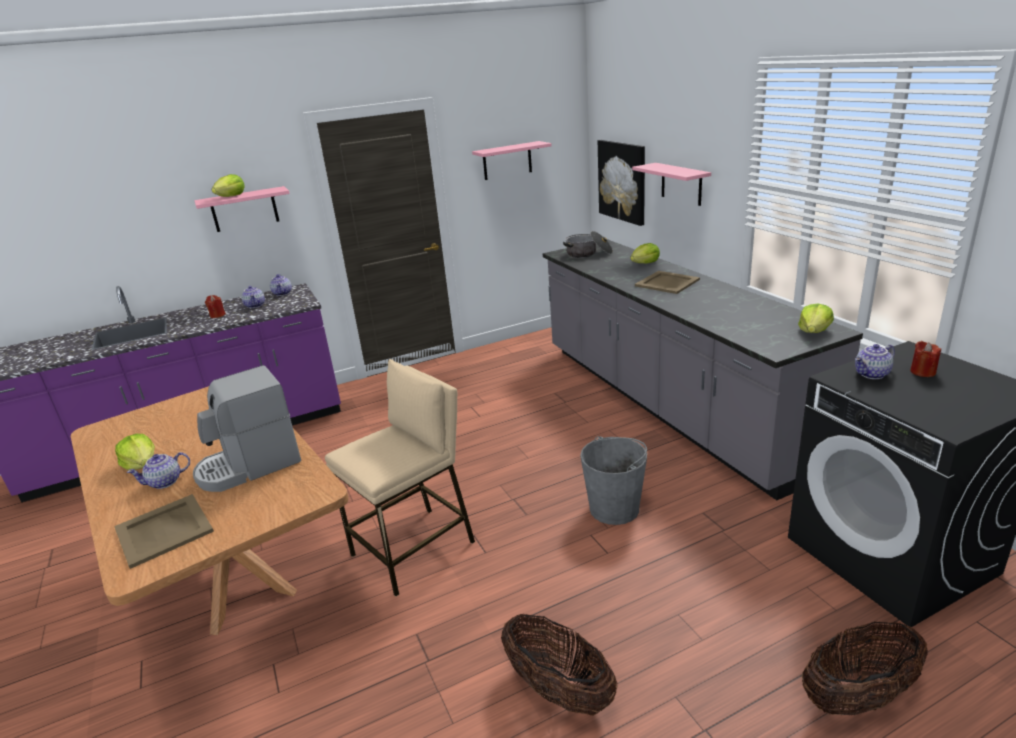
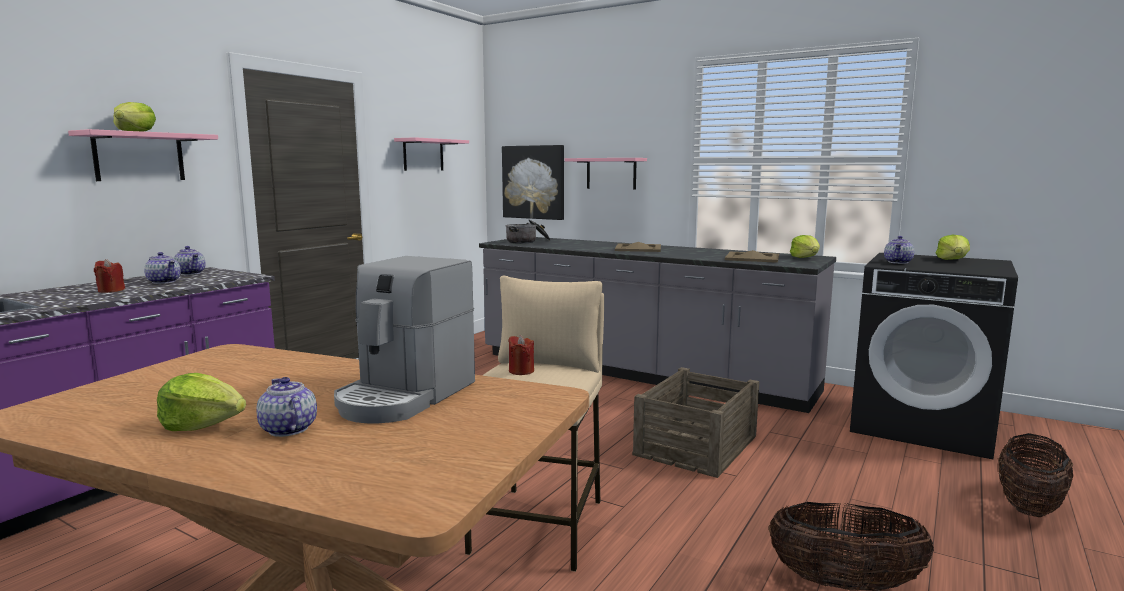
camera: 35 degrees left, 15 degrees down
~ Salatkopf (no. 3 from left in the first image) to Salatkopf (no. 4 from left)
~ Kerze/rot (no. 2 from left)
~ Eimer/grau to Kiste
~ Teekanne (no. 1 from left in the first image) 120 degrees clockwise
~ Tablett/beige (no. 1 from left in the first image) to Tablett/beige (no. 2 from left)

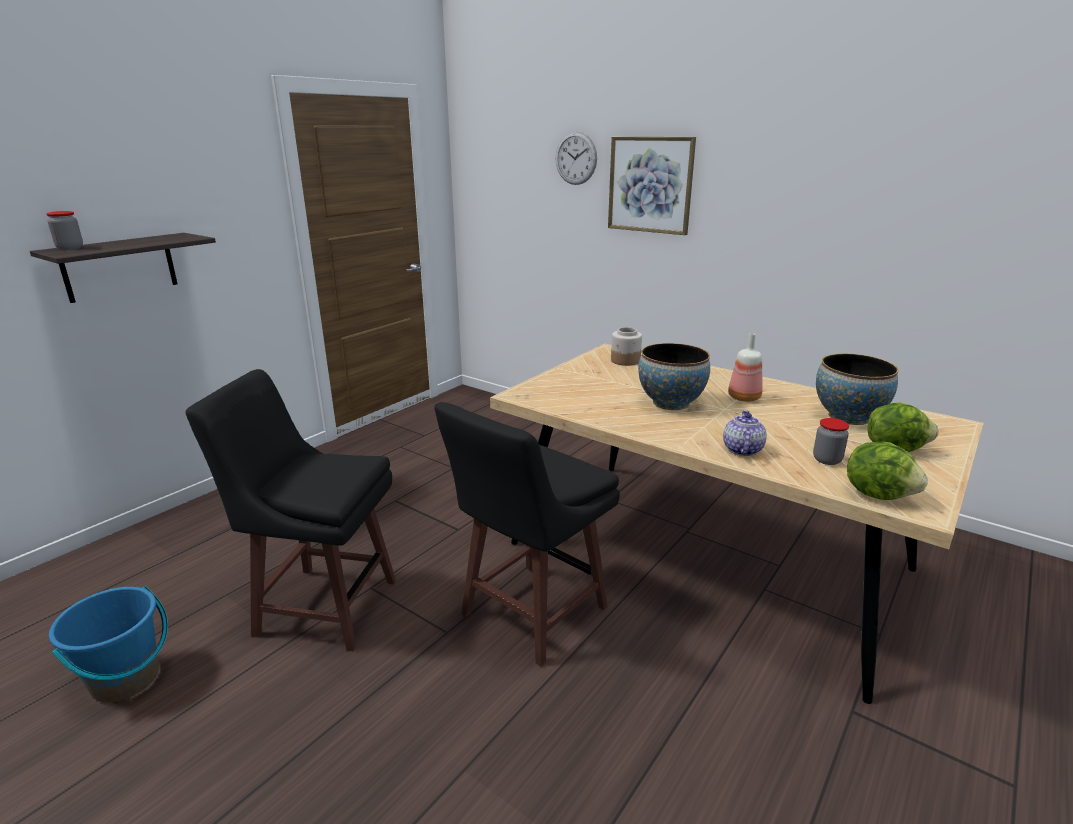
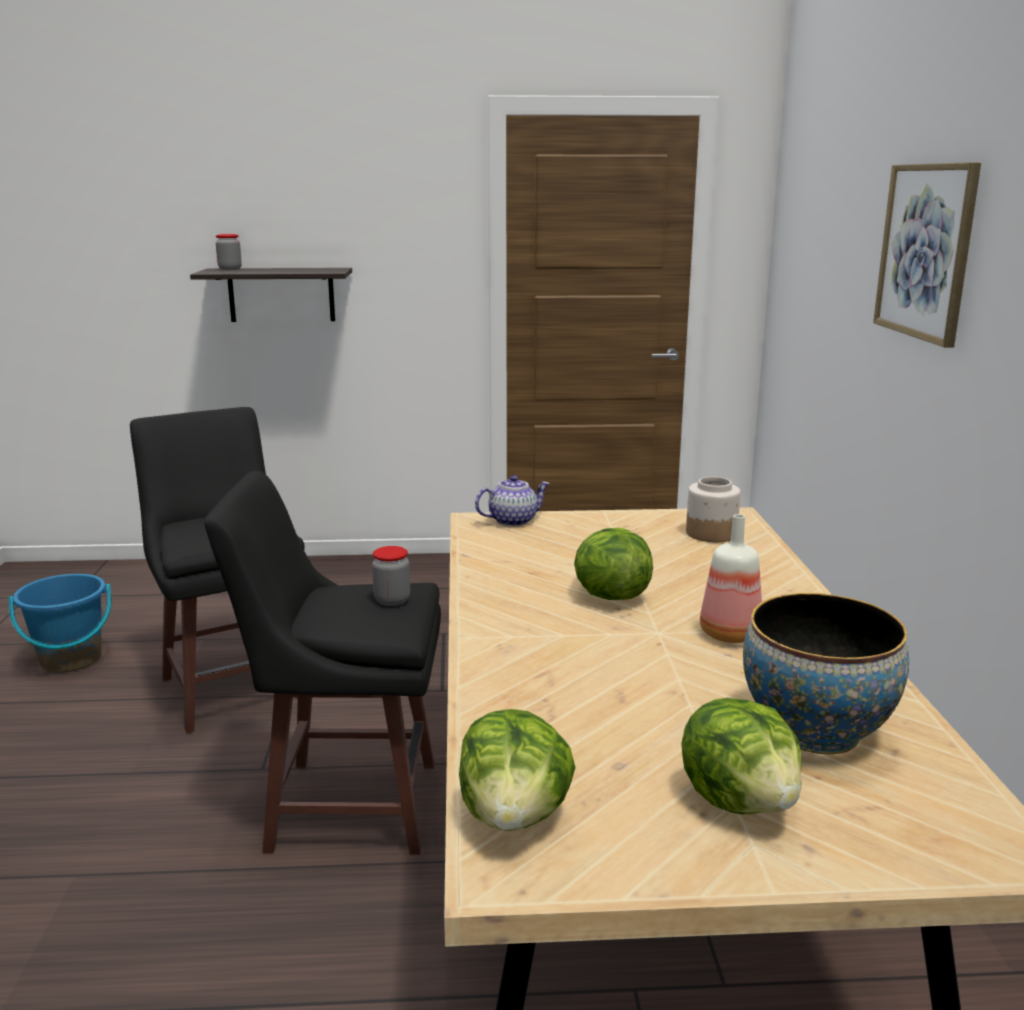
camera: 50 degrees right, 5 degrees down
- Wanduhr
~ Schüssel (no. 1 from left) to Salatkopf (no. 2 from left)
~ Teekanne
~ Vorratsglas (no. 3 from left in the first image) to Vorratsglas (no. 2 from left)

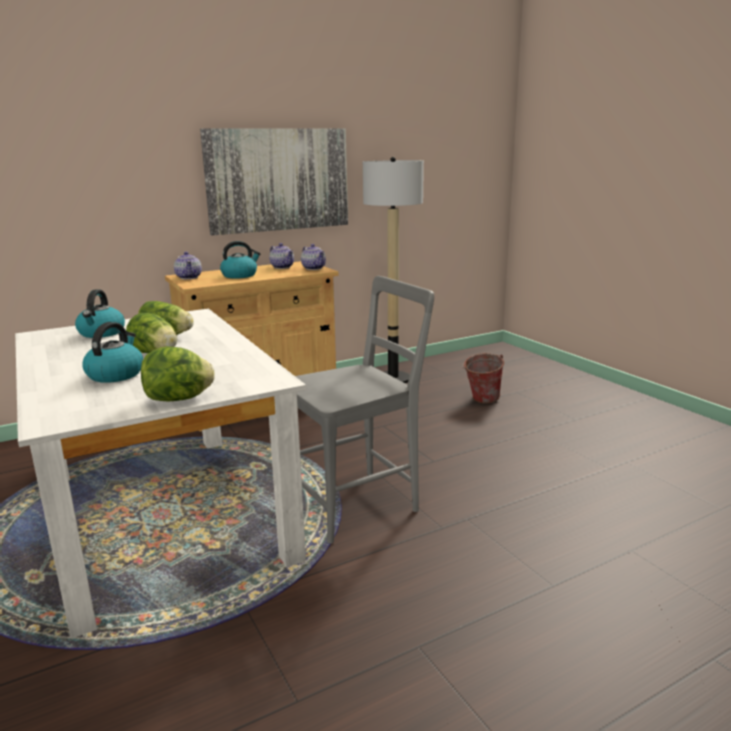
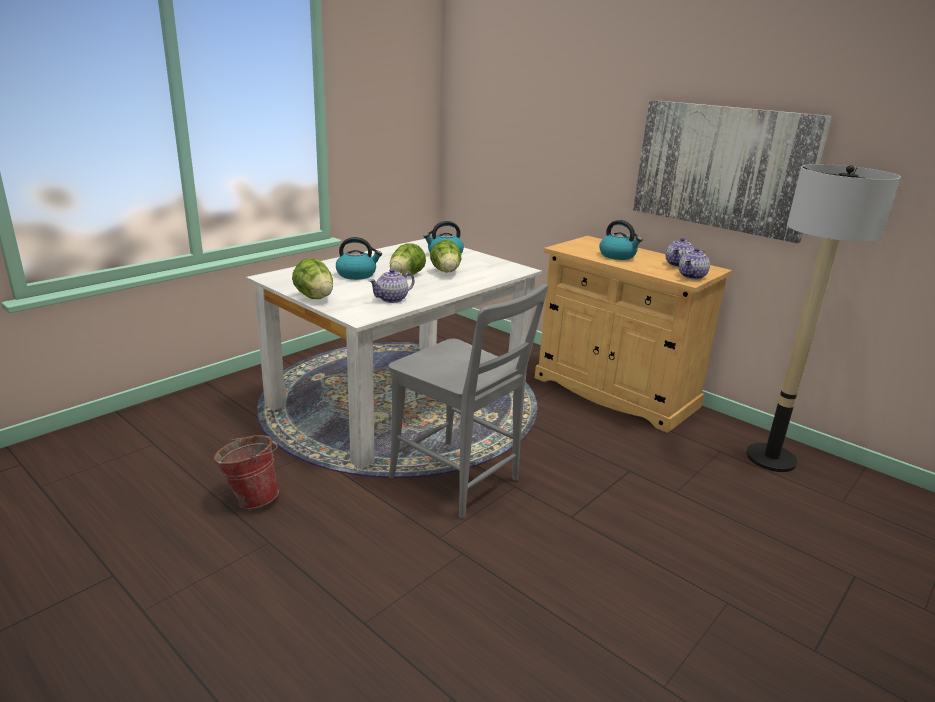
camera: 70 degrees right, 5 degrees up
~ Teekanne (no. 1 from left)
~ Eimer

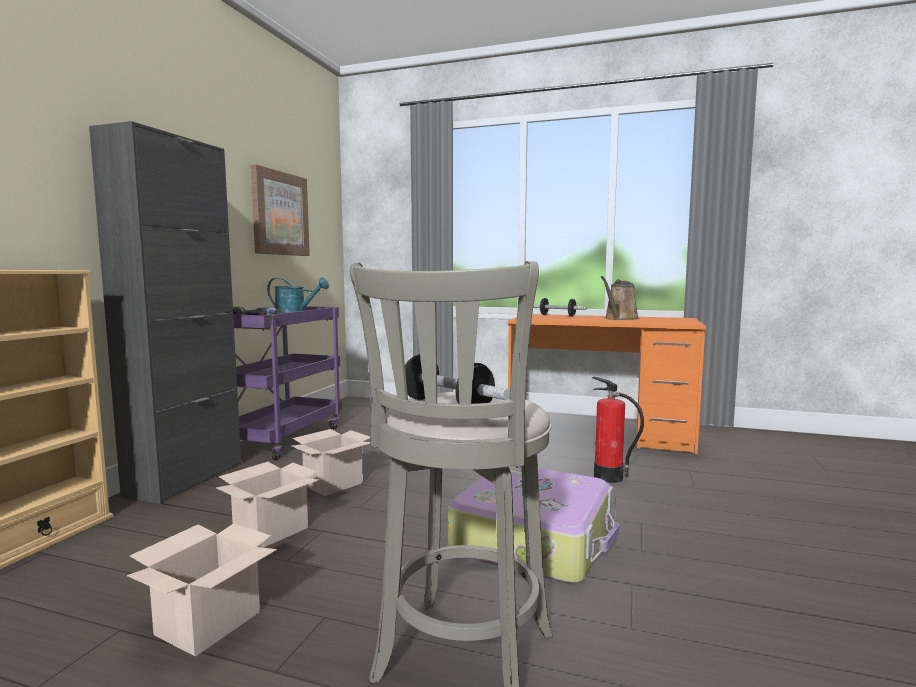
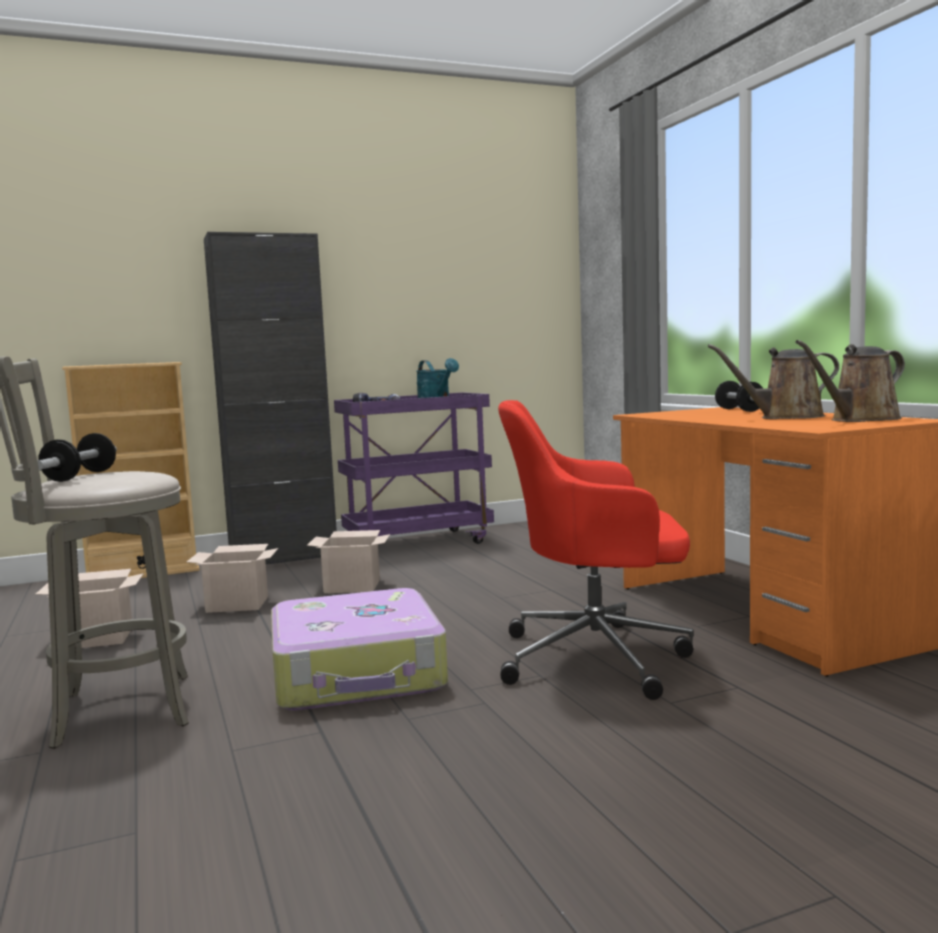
camera: 50 degrees right, 0 degrees up
- Bild
~ Feuerlöscher to Bürostuhl/rot
+ Gießkanne/braun (no. 2 from left)

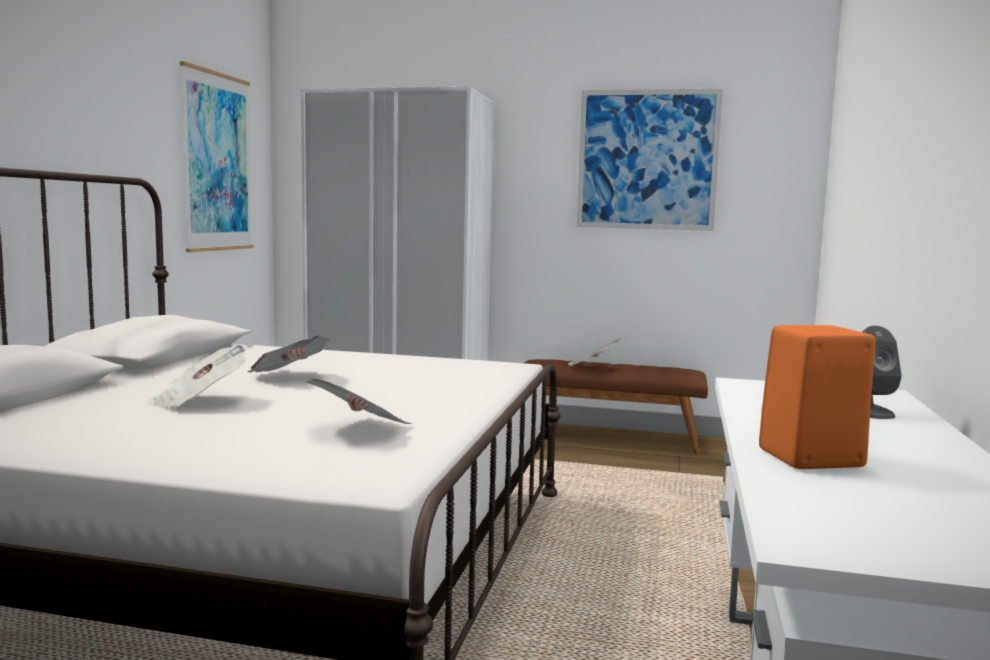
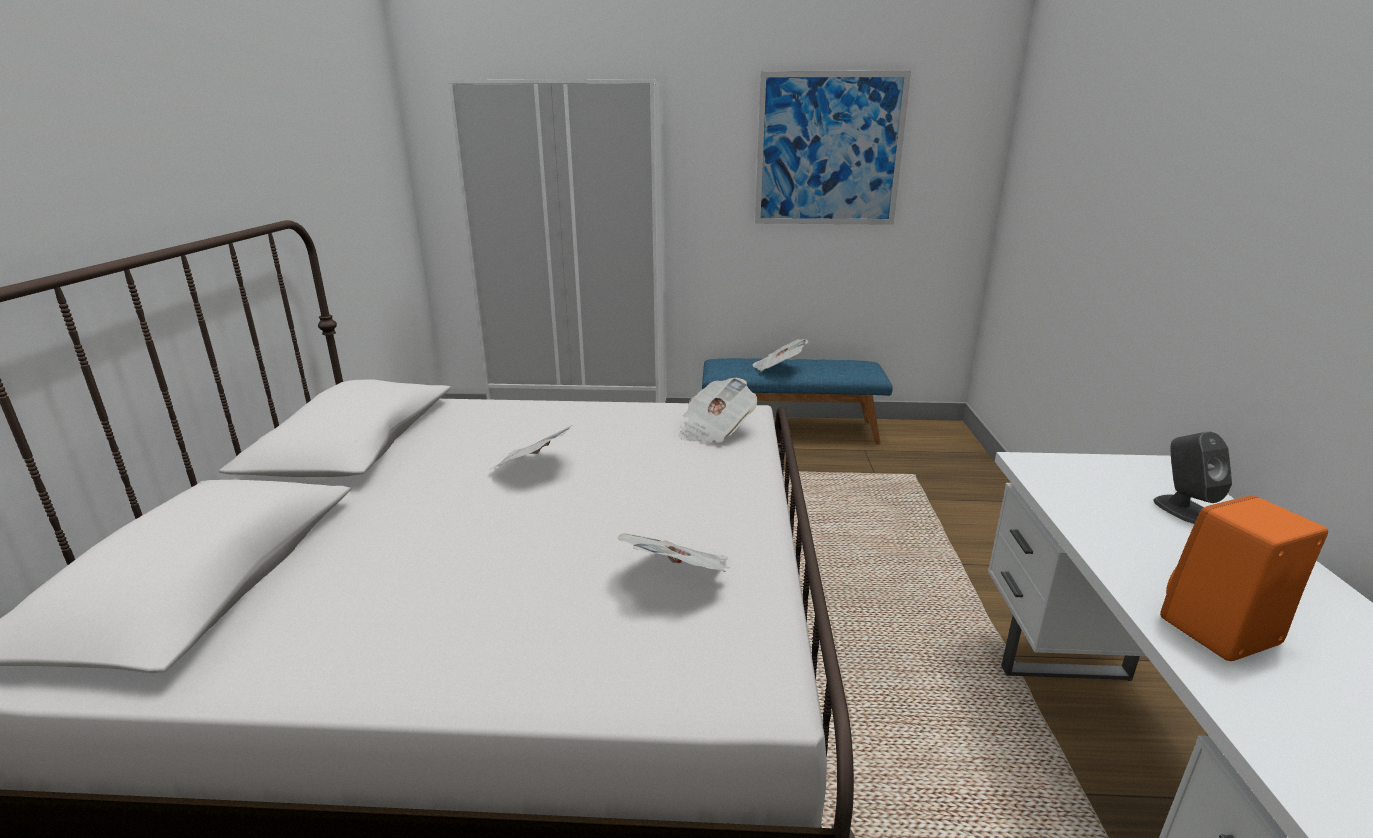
camera: 10 degrees left, 15 degrees up
- Bild (no. 1 from left)
~ Zeitung (no. 1 from left in the first image) to Zeitung (no. 3 from left)
~ Bank/braun to Bank/blau

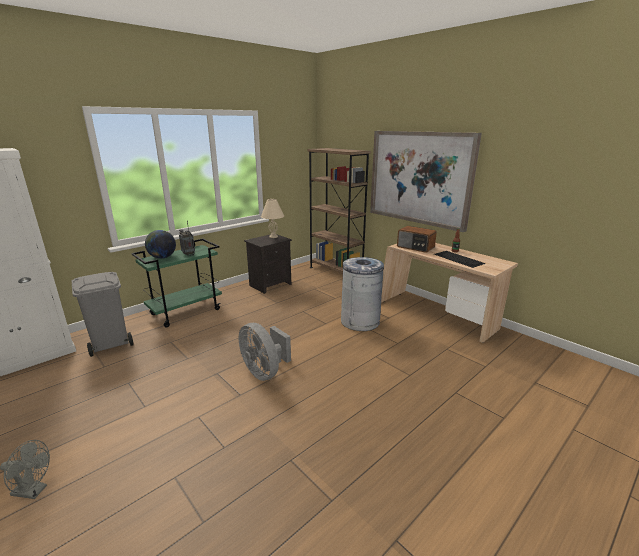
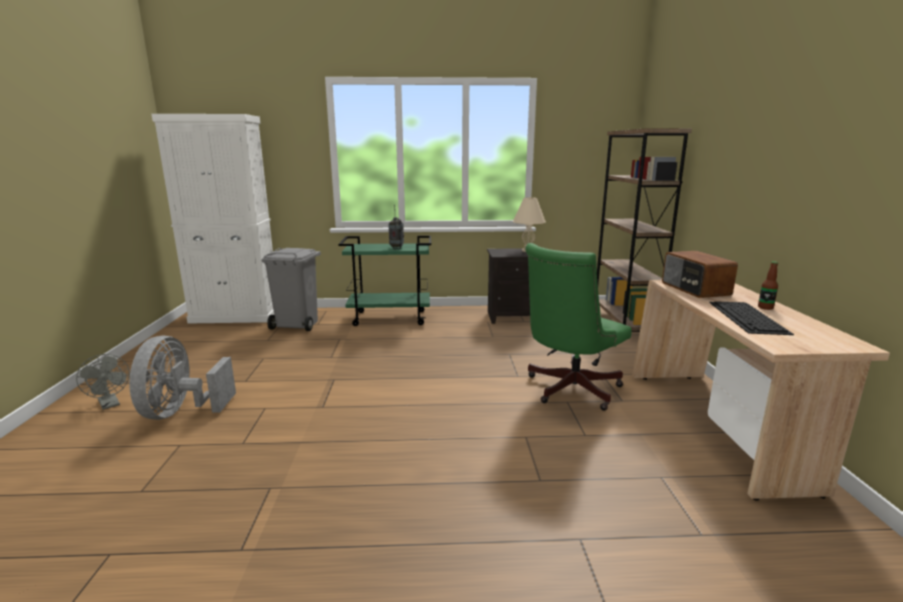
camera: 40 degrees right, 5 degrees down
- Bild
- Globus
~ Mülleimer/grau (no. 2 from left) to Bürostuhl/grün
~ Ventilator/grau (no. 2 from left)

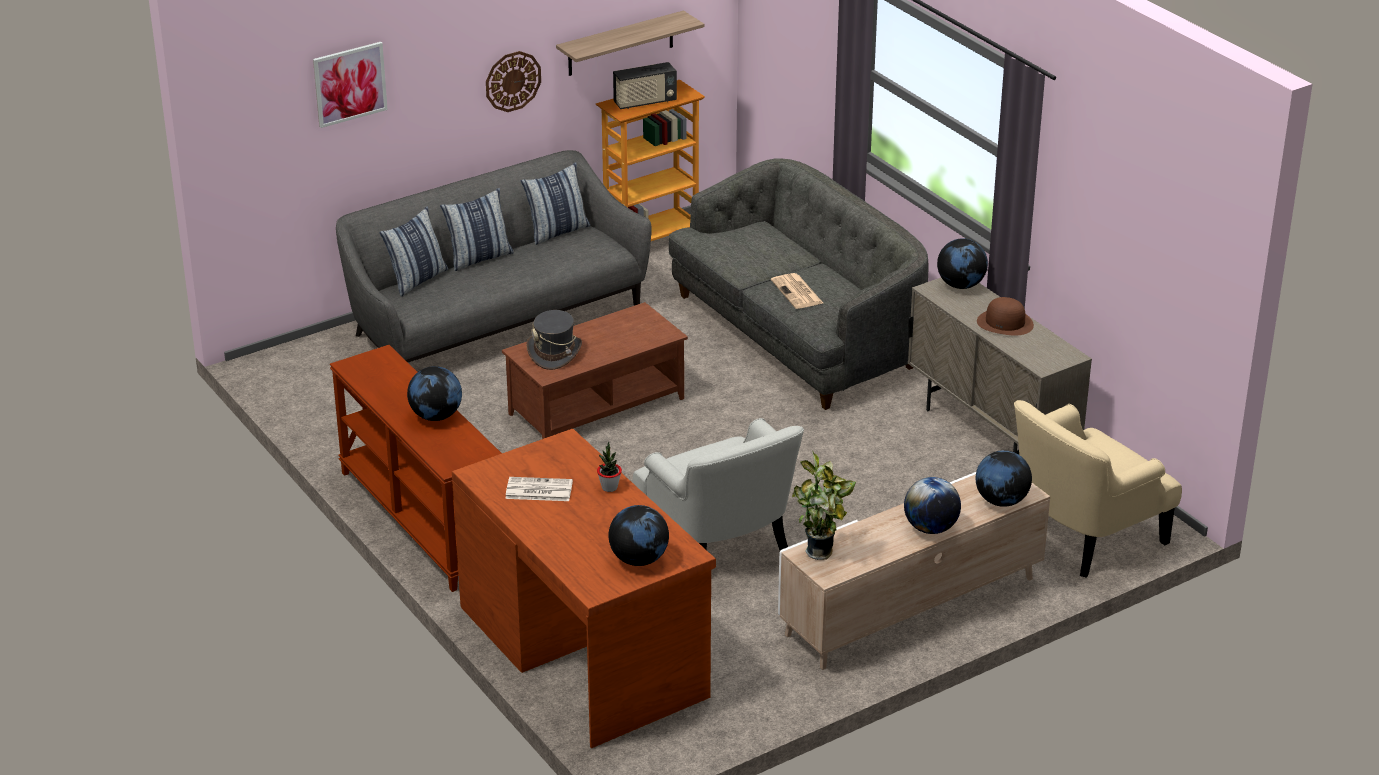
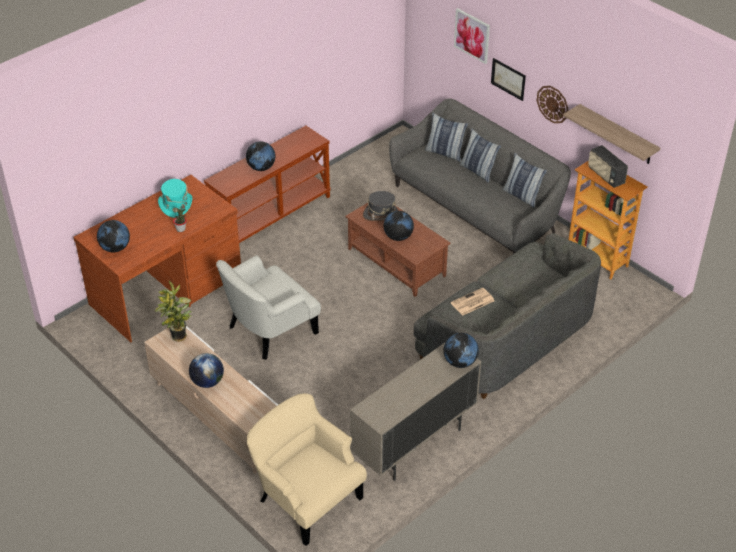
camera: 80 degrees right, 10 degrees up
- Hut/braun
~ Globus (no. 5 from left in the first image) to Globus (no. 4 from left)
~ Zeitung (no. 1 from left) to Hut/türkis
+ Bild (no. 2 from left)

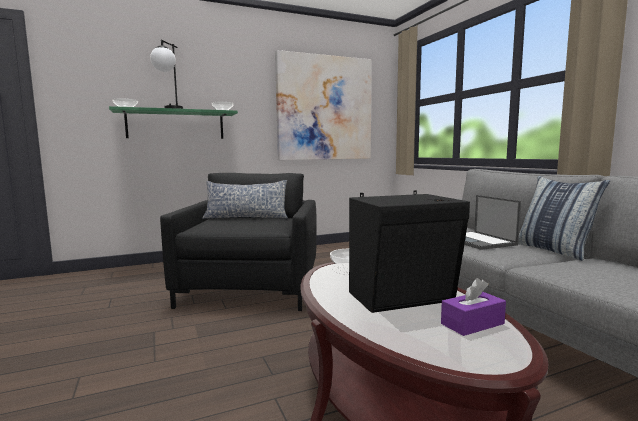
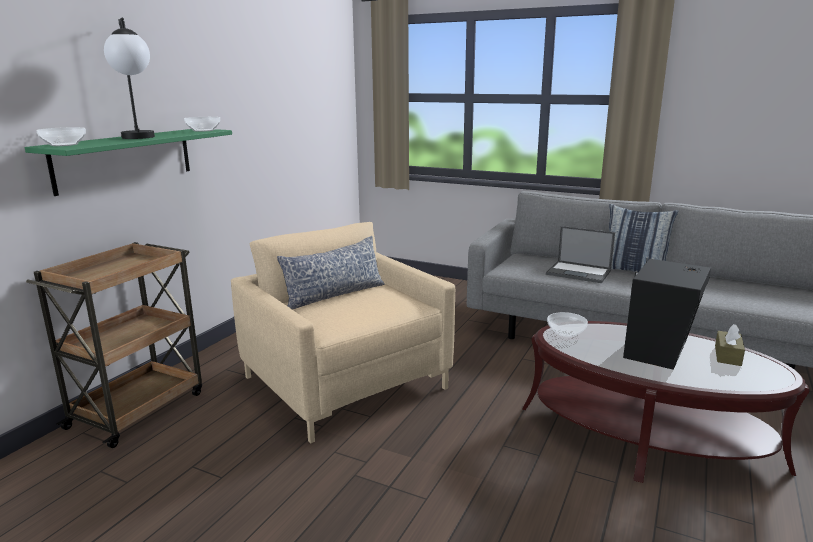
camera: 40 degrees left, 10 degrees up
- Bild
~ Sessel/schwarz to Sessel/beige
~ Taschentuchbox/lila to Taschentuchbox/braun
+ Rollwagen/braun

